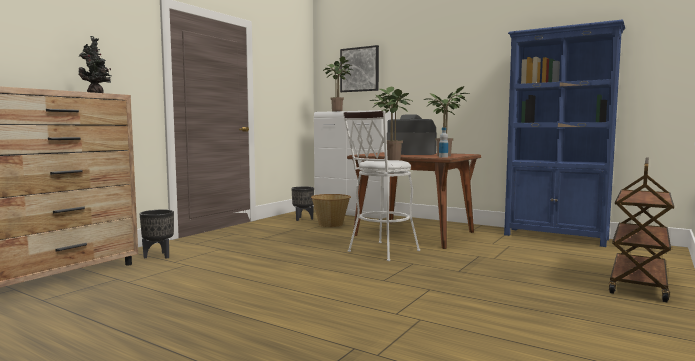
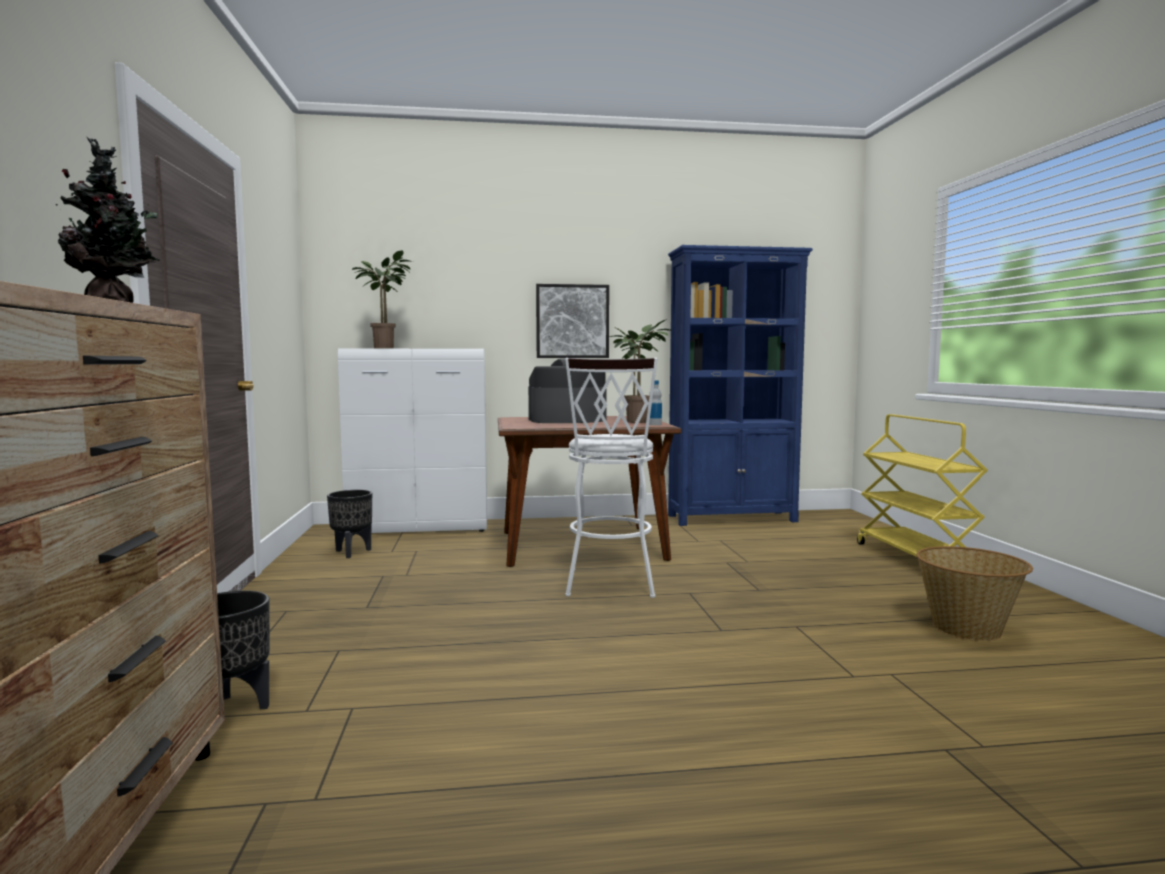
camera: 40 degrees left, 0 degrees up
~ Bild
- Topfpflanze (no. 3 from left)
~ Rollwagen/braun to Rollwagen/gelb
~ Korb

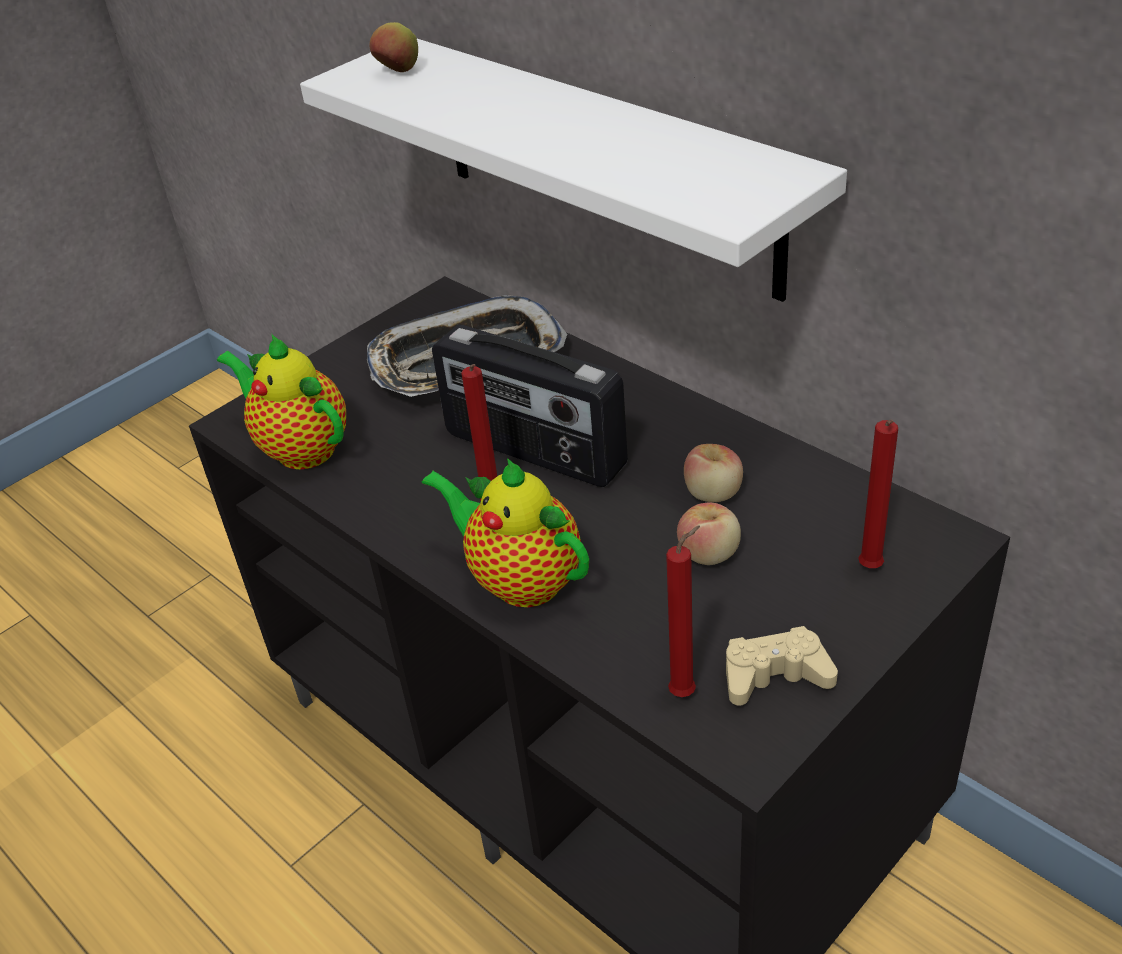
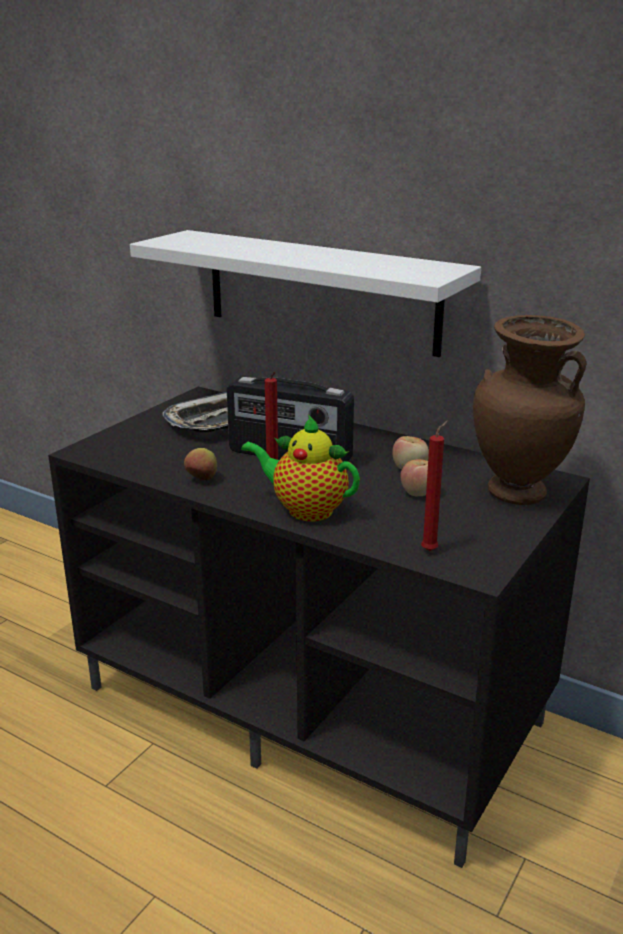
camera: 15 degrees left, 15 degrees down
~ Apfel (no. 1 from left)
- Teekanne (no. 1 from left)
~ Kerze/rot (no. 3 from left) to Vase/braun
- Gamepad/beige

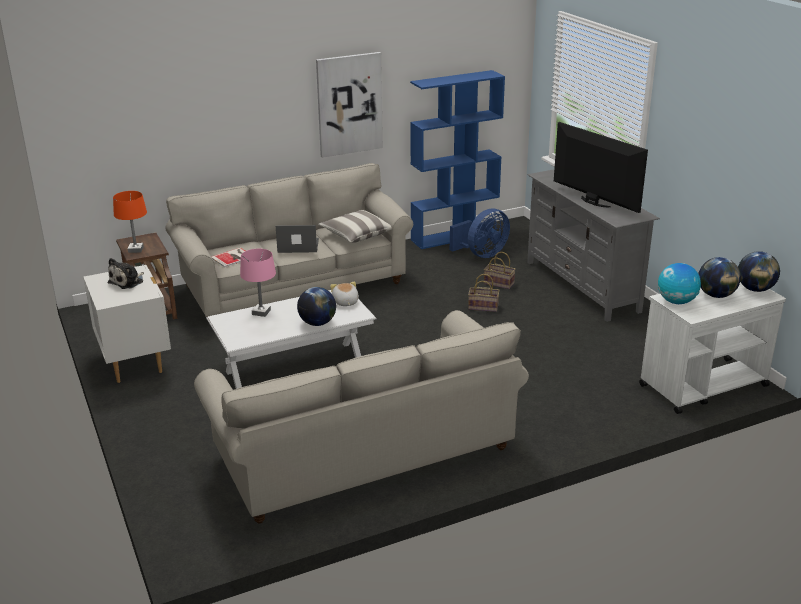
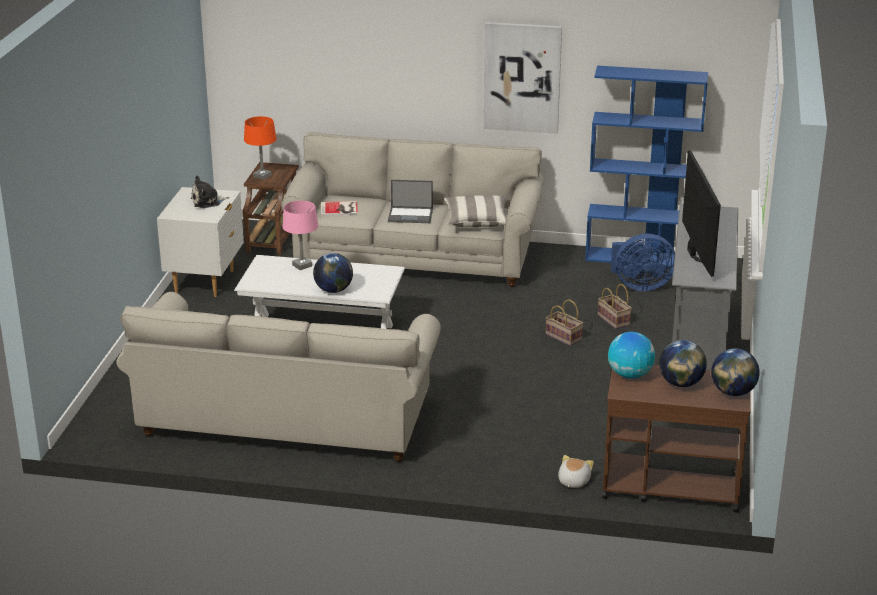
camera: 35 degrees right, 0 degrees up
~ Laptop 150 degrees clockwise
~ Plüschtier (no. 2 from left)
~ Rollwagen/weiß to Rollwagen/braun

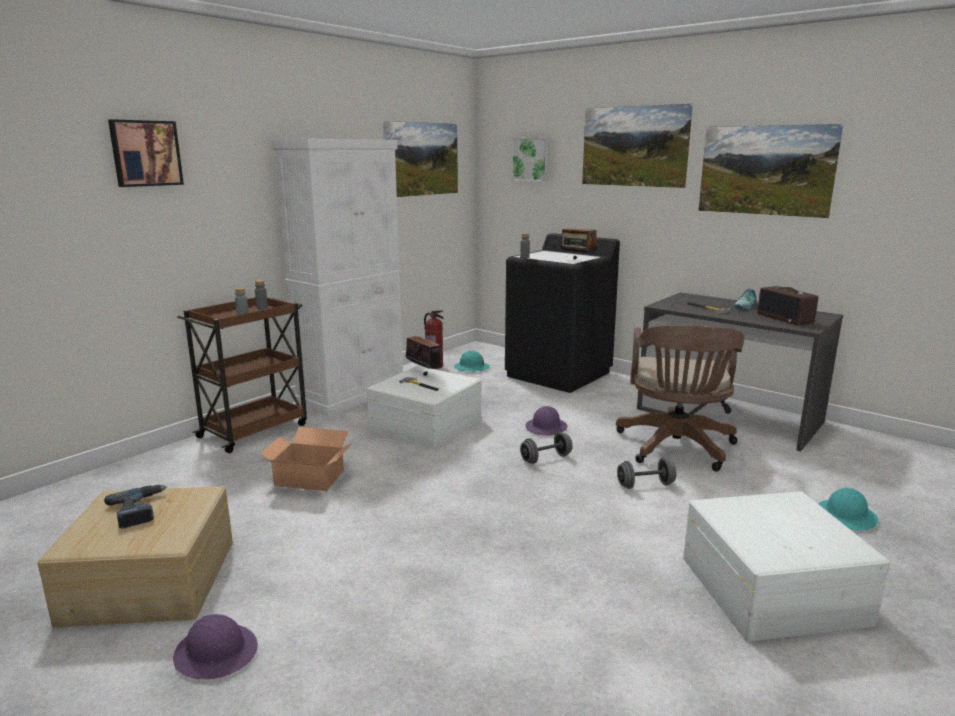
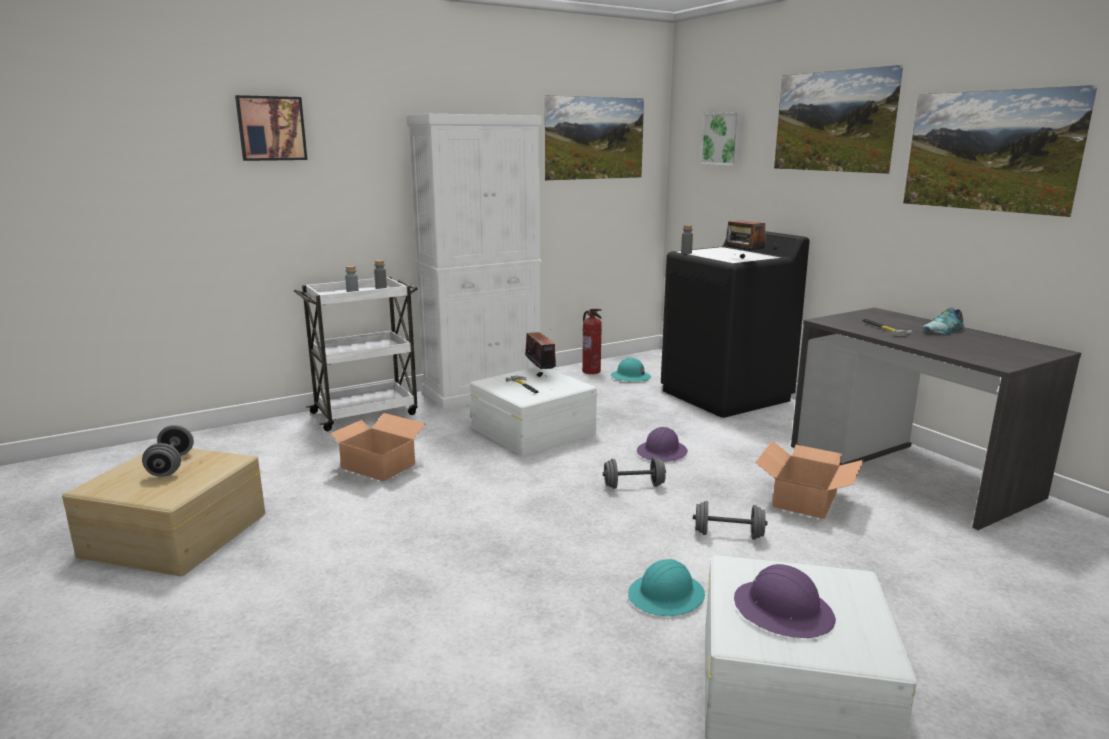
camera: 20 degrees right, 0 degrees up
- Radio (no. 3 from left)
~ Rollwagen/braun to Rollwagen/weiß
~ Bürostuhl/braun to Karton (no. 2 from left)
~ Bohrmaschine to Hantel/grau (no. 1 from left)
~ Schutzhelm/türkis (no. 2 from left)
~ Schutzhelm/lila (no. 1 from left in the first image) to Schutzhelm/lila (no. 2 from left)

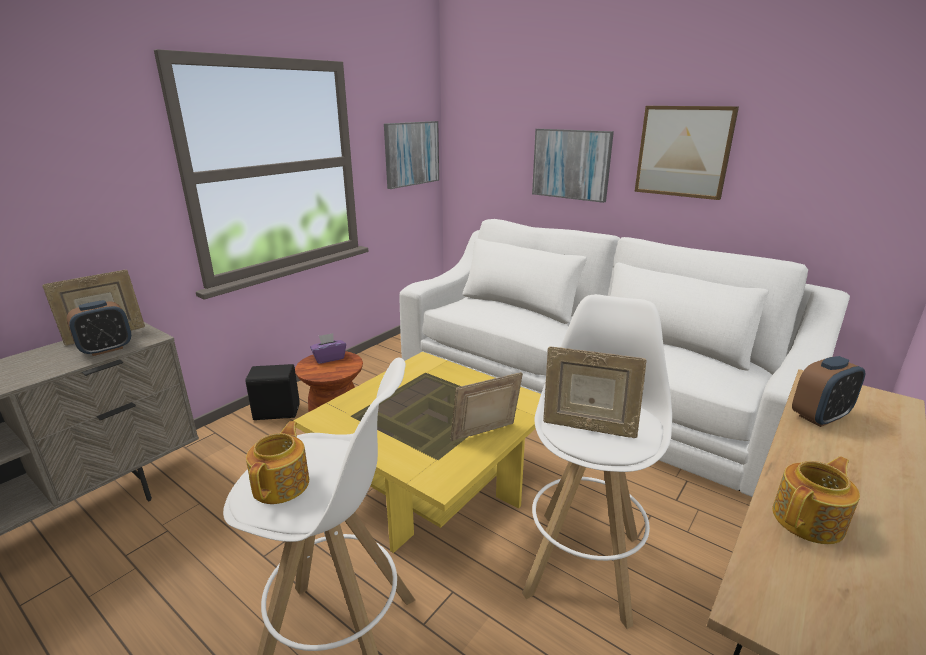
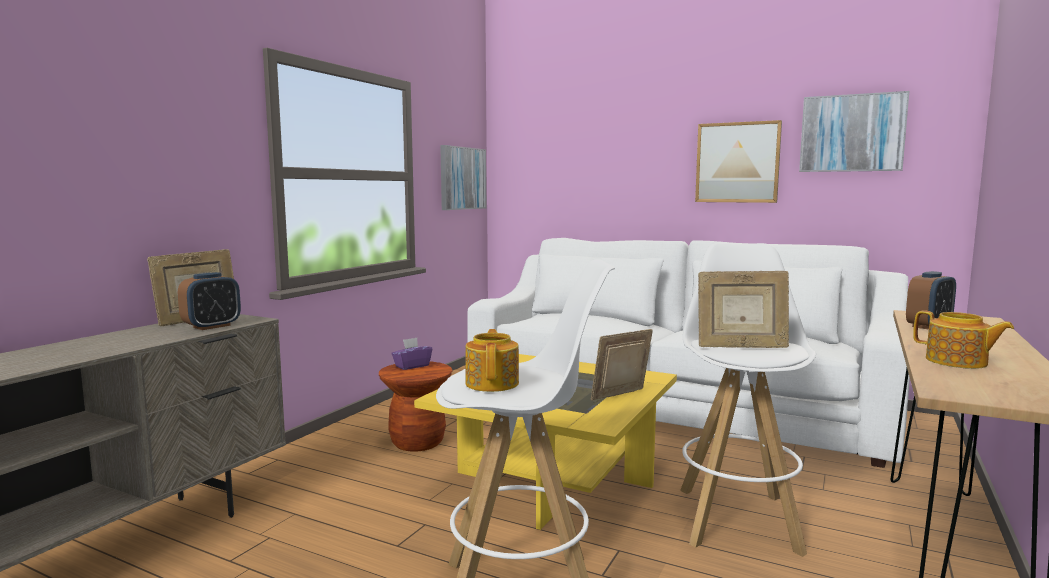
camera: 10 degrees left, 15 degrees down
~ Bild (no. 2 from left in the first image) to Bild (no. 3 from left)
- Lautsprecher/schwarz
~ Teekanne (no. 2 from left) 90 degrees clockwise

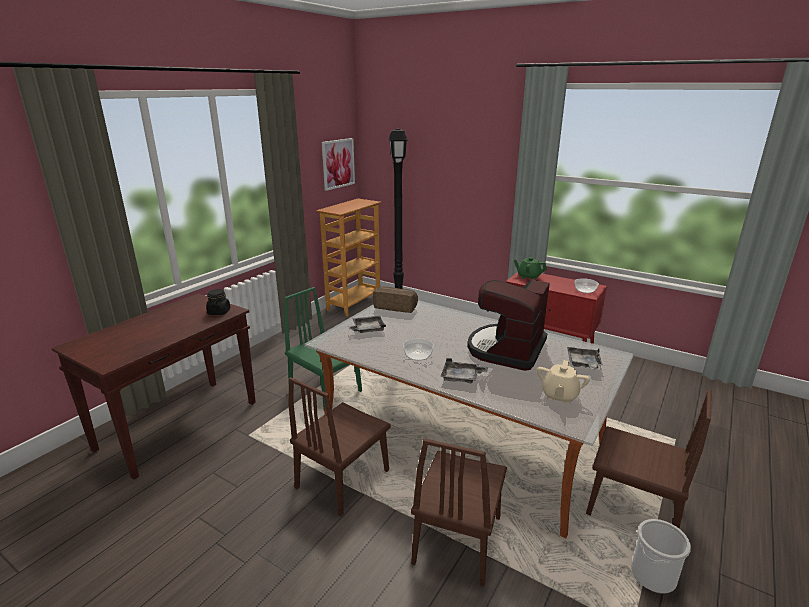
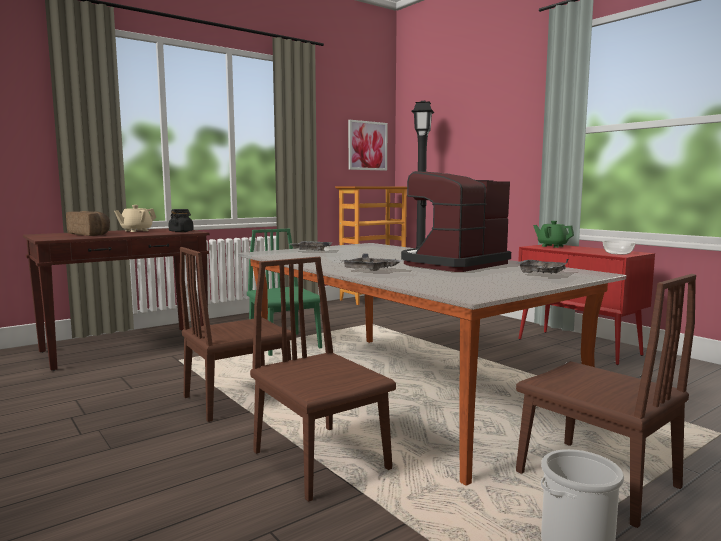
camera: 20 degrees right, 15 degrees down
~ Brot
~ Teekanne/beige
~ Stuhl/braun (no. 2 from left) 105 degrees clockwise

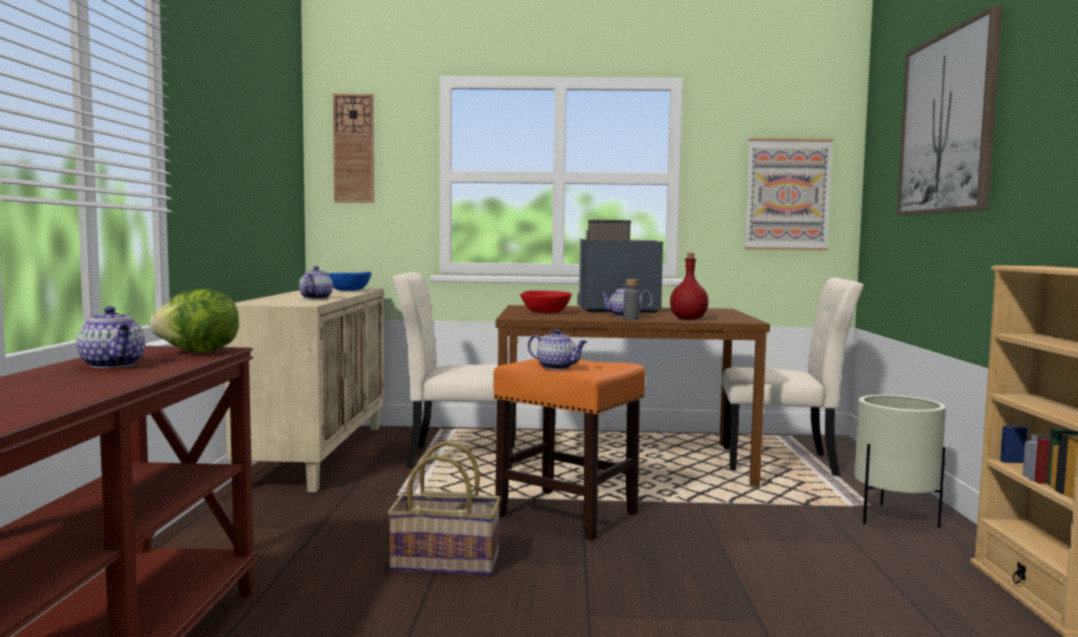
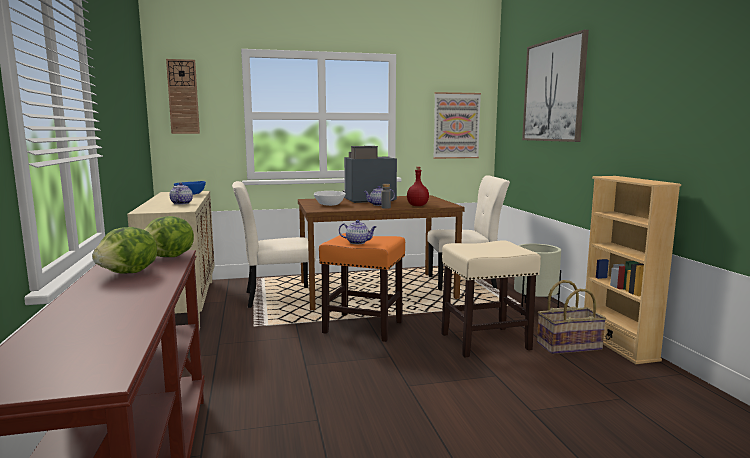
camera: 15 degrees left, 5 degrees up
~ Schüssel/rot to Schüssel/weiß
~ Teekanne (no. 1 from left) to Salatkopf (no. 1 from left)
~ Korb
+ Hocker/beige

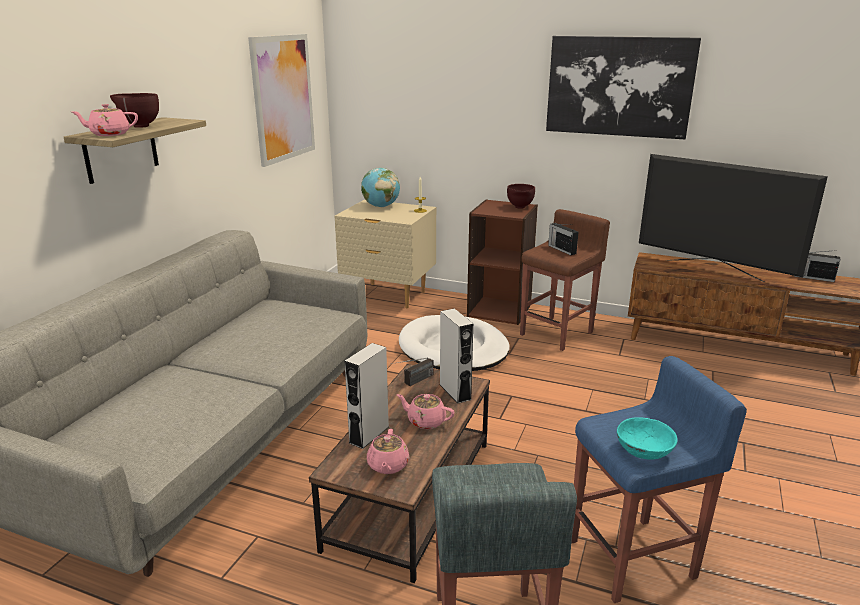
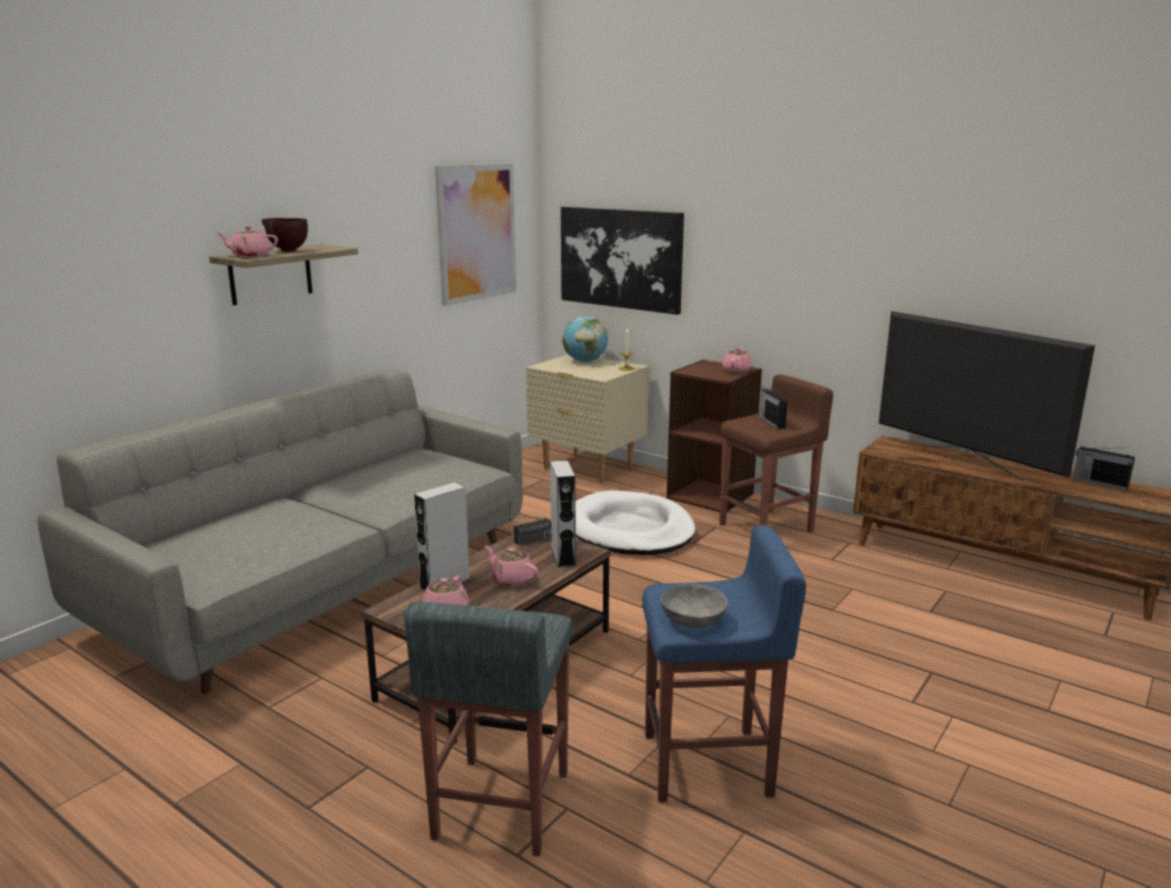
camera: 15 degrees right, 5 degrees down
~ Bild (no. 2 from left)
~ Schüssel/braun (no. 2 from left) to Teekanne/rosa (no. 4 from left)
~ Schüssel/türkis to Schüssel/grau

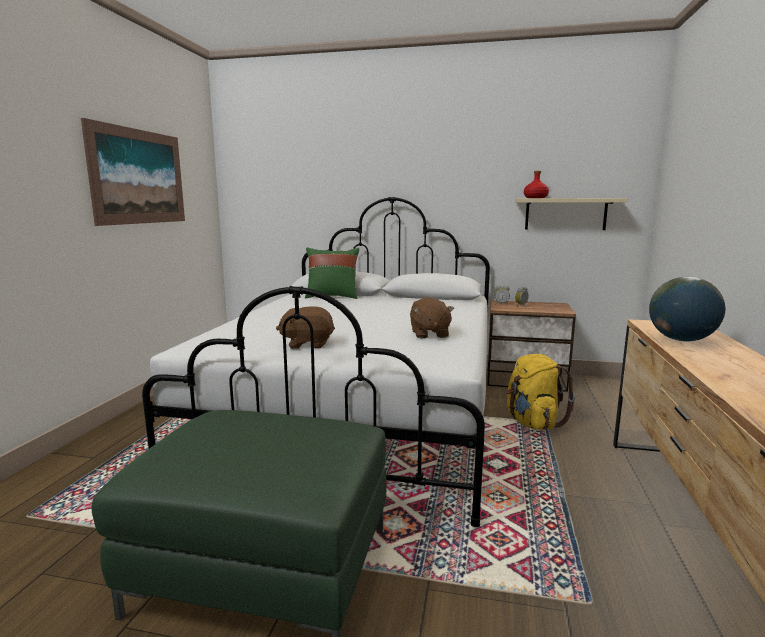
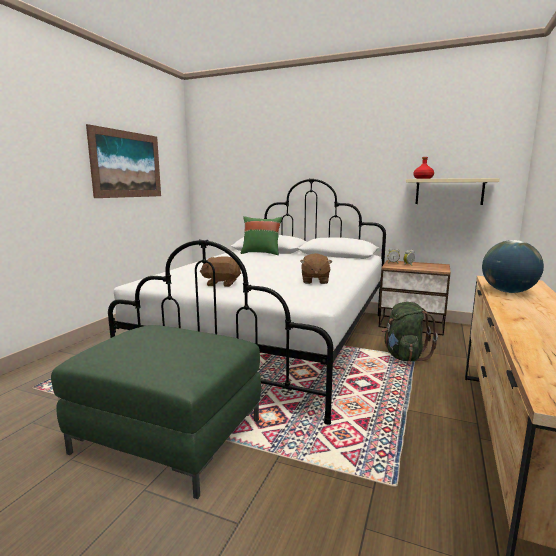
camera: 10 degrees right, 0 degrees up
~ Rucksack/gelb to Rucksack/grün

